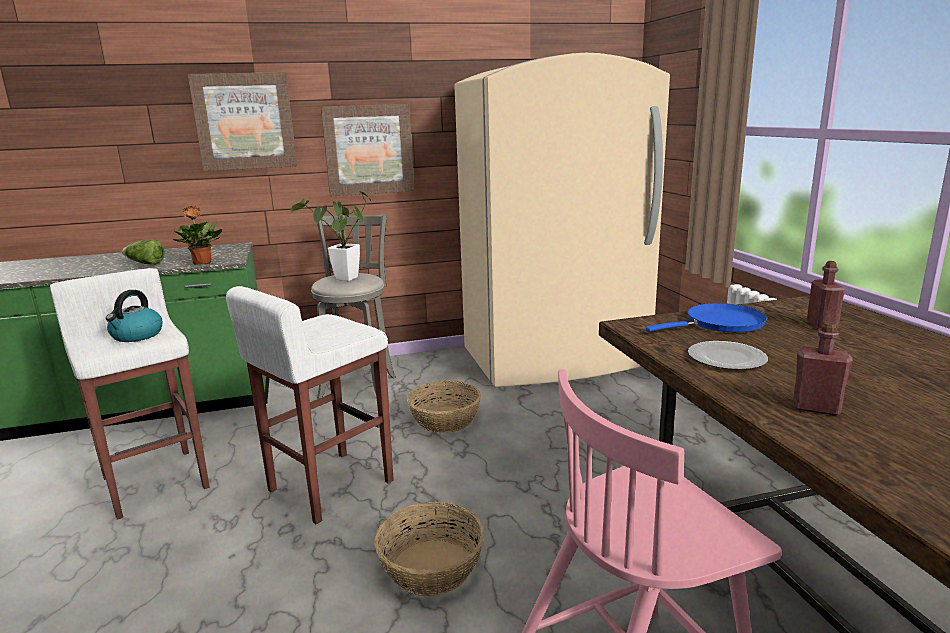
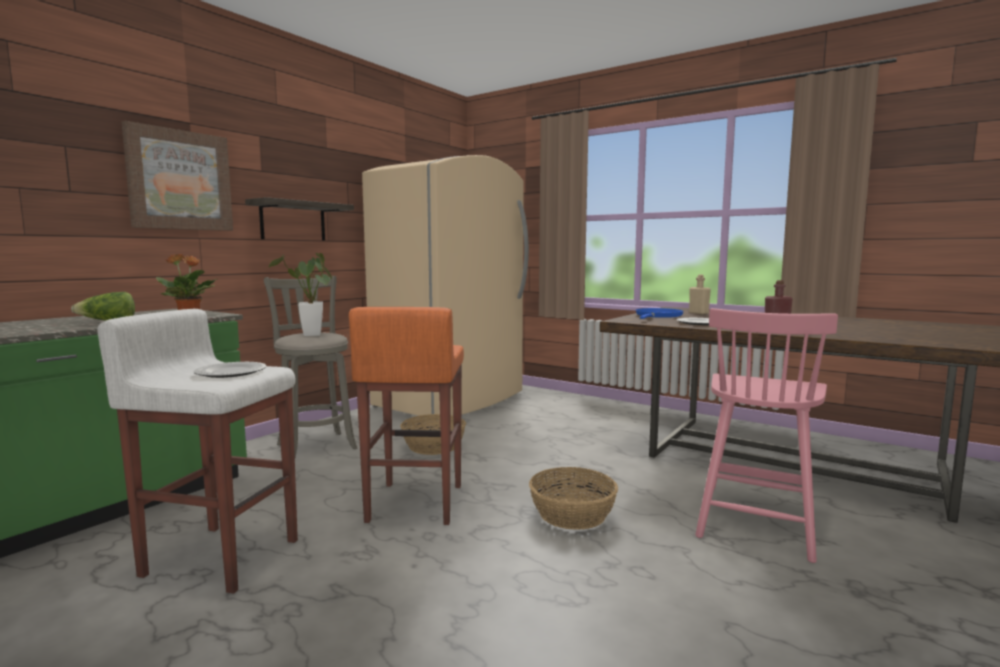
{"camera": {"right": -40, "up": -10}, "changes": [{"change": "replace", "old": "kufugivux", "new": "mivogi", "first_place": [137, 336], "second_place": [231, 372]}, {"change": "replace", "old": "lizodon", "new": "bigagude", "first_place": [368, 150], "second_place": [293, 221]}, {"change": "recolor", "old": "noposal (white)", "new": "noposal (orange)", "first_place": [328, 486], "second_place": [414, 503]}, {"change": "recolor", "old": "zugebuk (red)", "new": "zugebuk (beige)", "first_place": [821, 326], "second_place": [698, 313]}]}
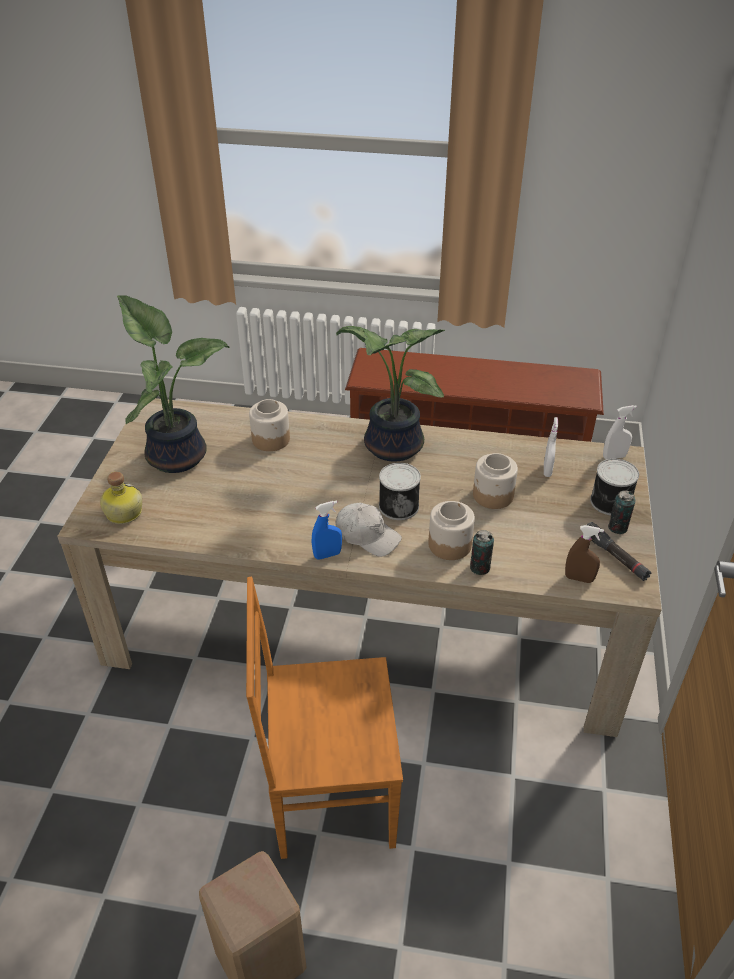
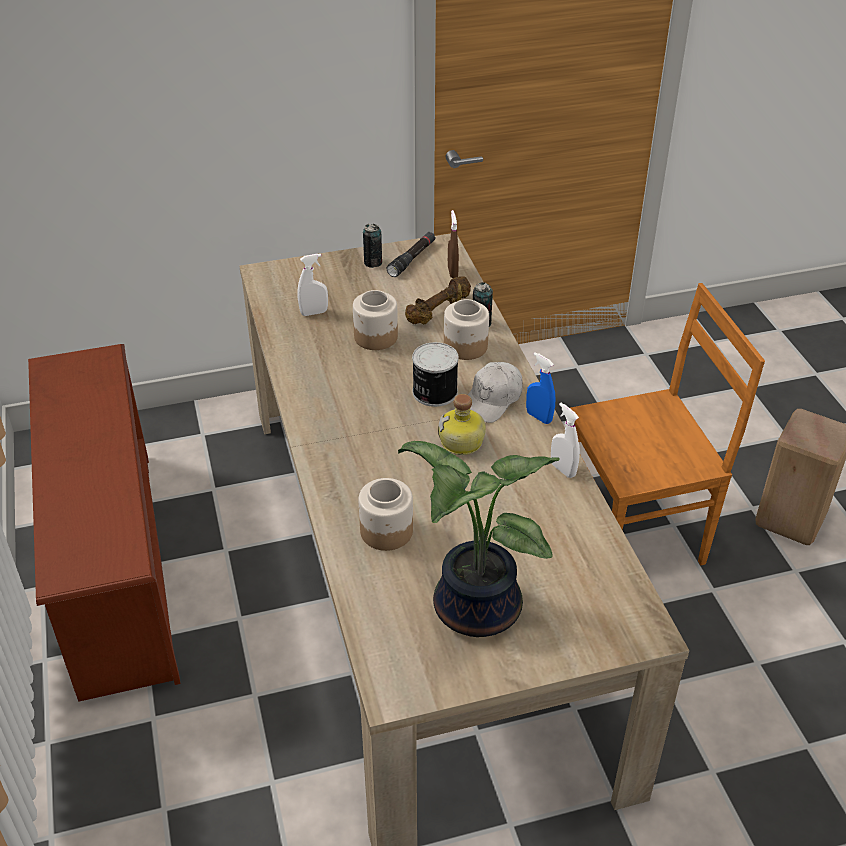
{"camera": {"right": -115, "up": 0}, "changes": [{"change": "delete", "old": "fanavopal", "first_place": [390, 447]}, {"change": "delete", "old": "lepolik", "first_place": [611, 502]}, {"change": "insert", "new": "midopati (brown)", "second_place": [439, 311]}, {"change": "move", "old": "zugebuk", "first_place": [122, 513], "second_place": [462, 443]}, {"change": "move", "old": "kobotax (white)", "first_place": [614, 457], "second_place": [563, 469]}, {"change": "rotate", "old": "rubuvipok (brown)", "first_place": [329, 794], "second_place": [636, 531], "degrees": -75}, {"change": "rotate", "old": "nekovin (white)", "first_place": [367, 535], "second_place": [492, 399], "degrees": -150}]}
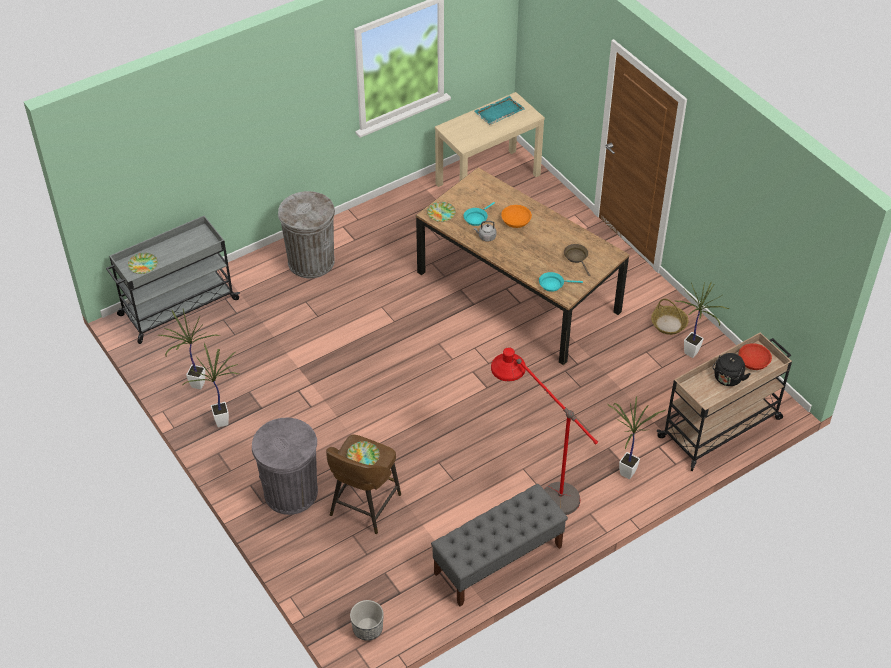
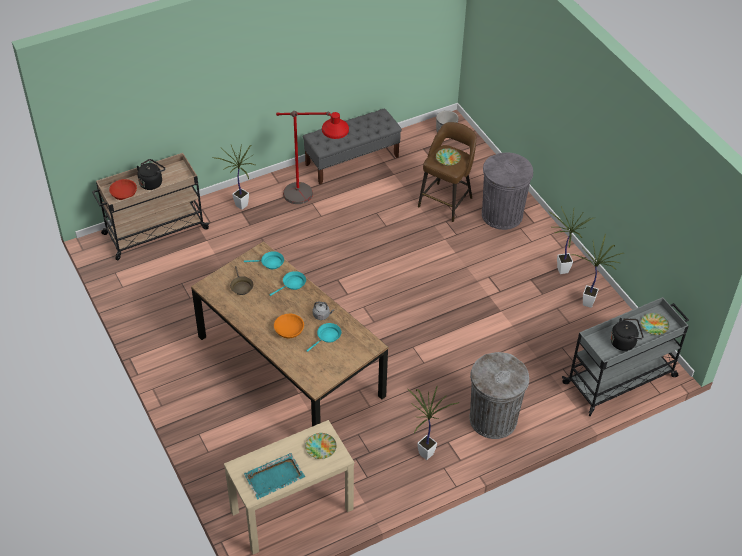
{"camera": {"right": -175, "up": 0}, "changes": [{"change": "delete", "old": "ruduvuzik", "first_place": [669, 324]}, {"change": "insert", "new": "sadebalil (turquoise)", "second_place": [292, 284]}, {"change": "insert", "new": "kufugivux (black)", "second_place": [624, 342]}, {"change": "move", "old": "mivogi", "first_place": [441, 213], "second_place": [320, 447]}, {"change": "move", "old": "fanavopal", "first_place": [692, 355], "second_place": [425, 452]}]}
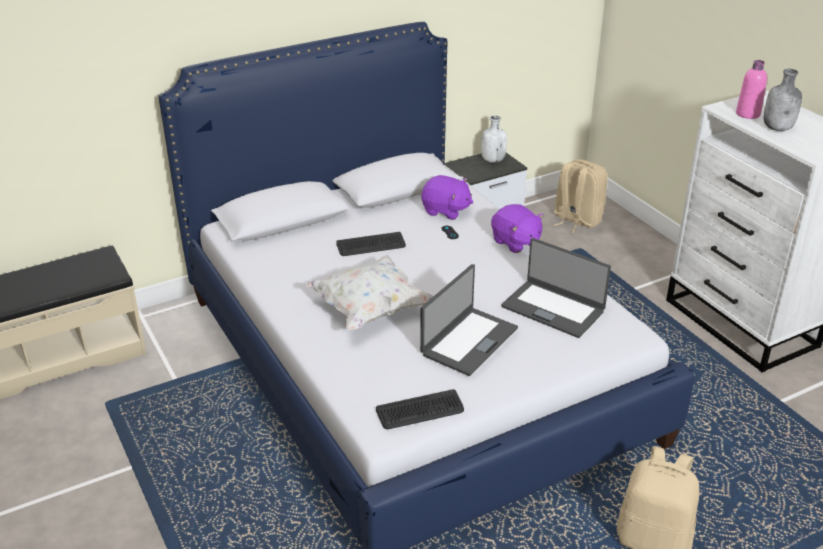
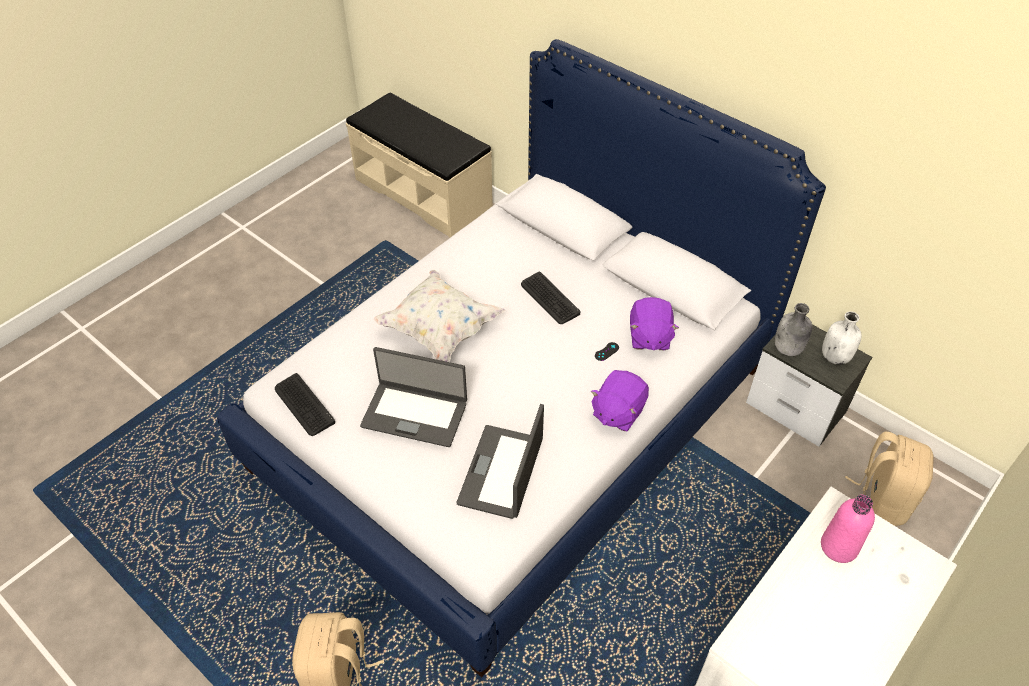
{"camera": {"right": 70, "up": 15}, "changes": [{"change": "move", "old": "zugebuk (grey)", "first_place": [778, 128], "second_place": [788, 349]}]}
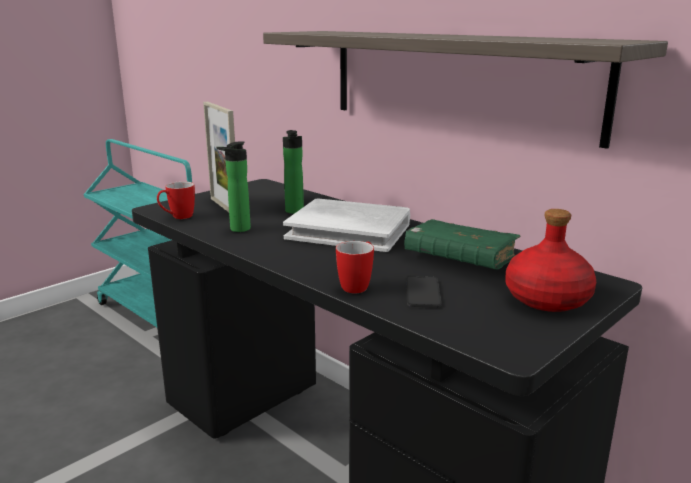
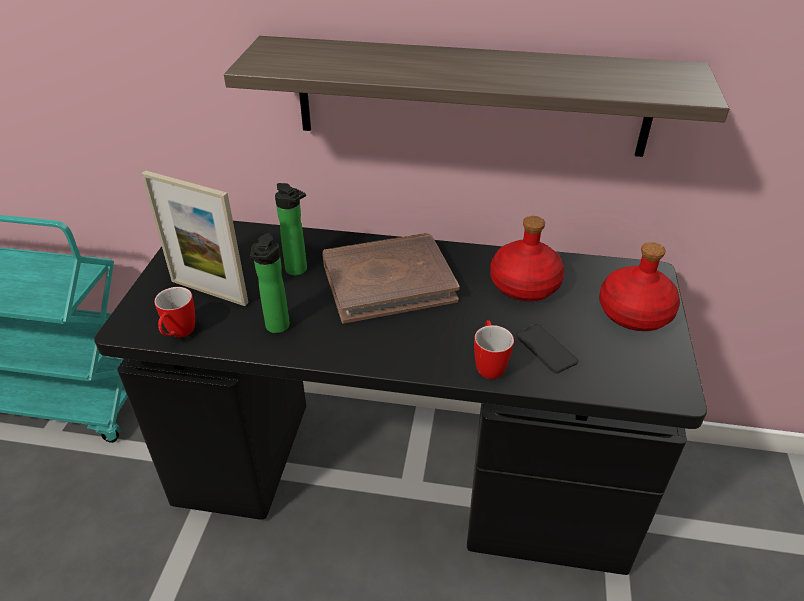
{"camera": {"right": -35, "up": 20}, "changes": [{"change": "replace", "old": "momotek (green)", "new": "zugebuk (red)", "first_place": [460, 258], "second_place": [523, 285]}, {"change": "recolor", "old": "momotek (white)", "new": "momotek (brown)", "first_place": [349, 230], "second_place": [388, 281]}]}
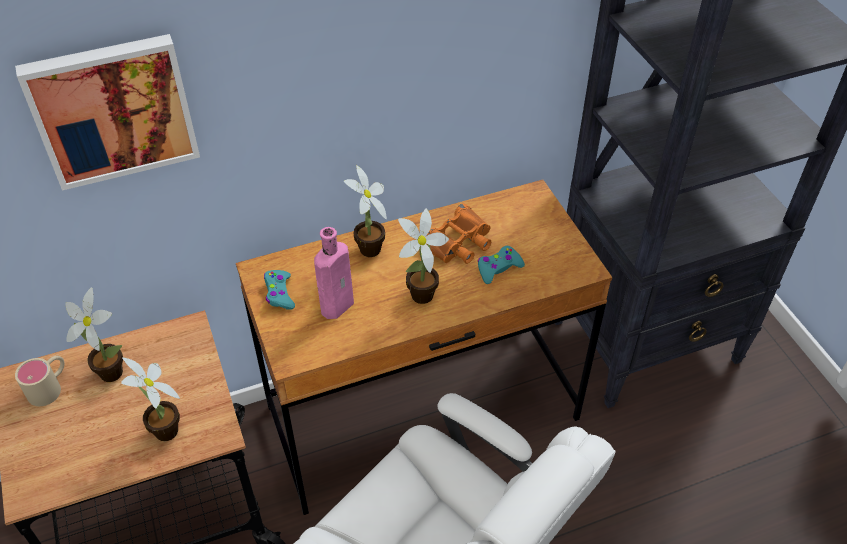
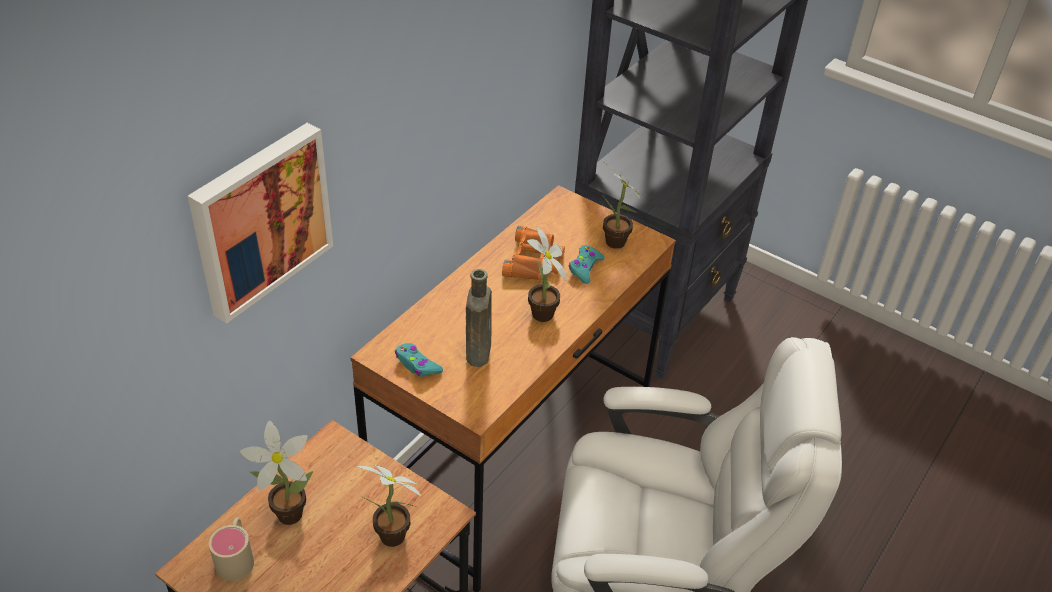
{"camera": {"right": -35, "up": -5}, "changes": [{"change": "move", "old": "fanavopal", "first_place": [368, 252], "second_place": [616, 244]}, {"change": "recolor", "old": "zugebuk (pink)", "new": "zugebuk (brown)", "first_place": [339, 304], "second_place": [478, 351]}]}
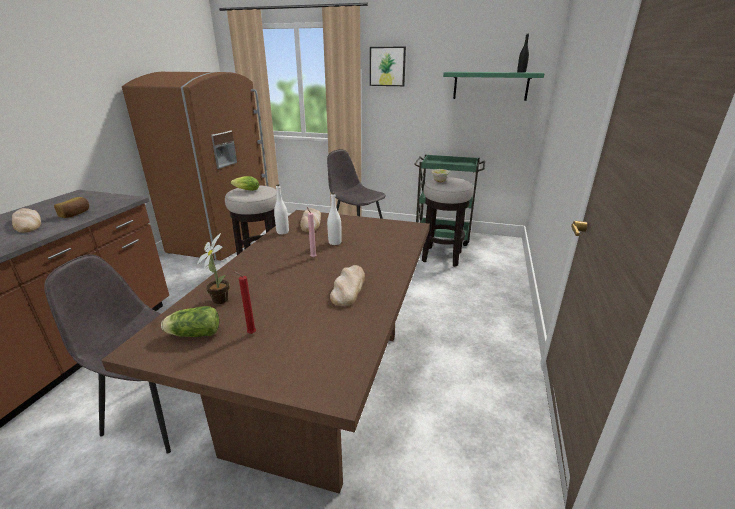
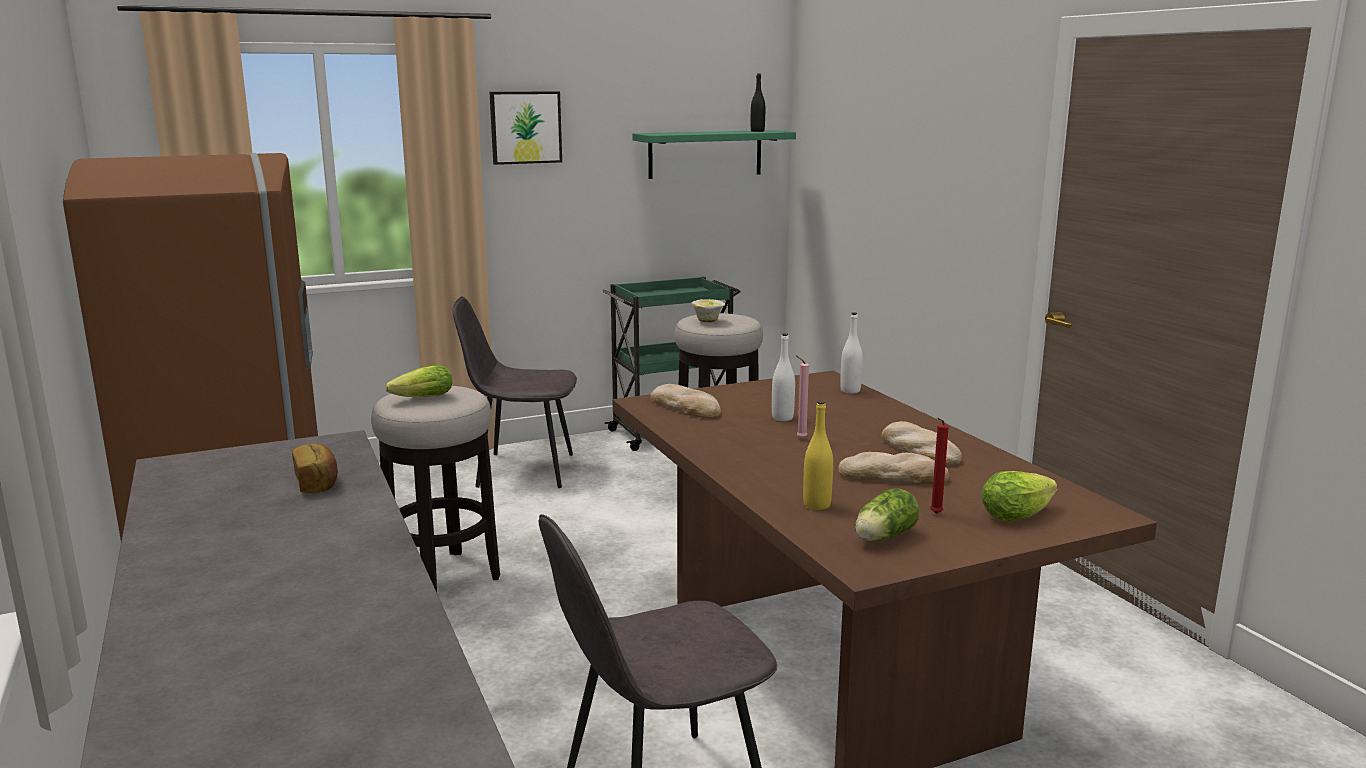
{"camera": {"right": -40, "up": -10}, "changes": [{"change": "insert", "new": "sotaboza", "second_place": [1020, 513]}, {"change": "move", "old": "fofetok", "first_place": [28, 223], "second_place": [893, 476]}, {"change": "move", "old": "zugebuk (white)", "first_place": [282, 232], "second_place": [850, 391]}, {"change": "replace", "old": "fanavopal", "new": "zugebuk (yellow)", "first_place": [220, 298], "second_place": [817, 505]}]}
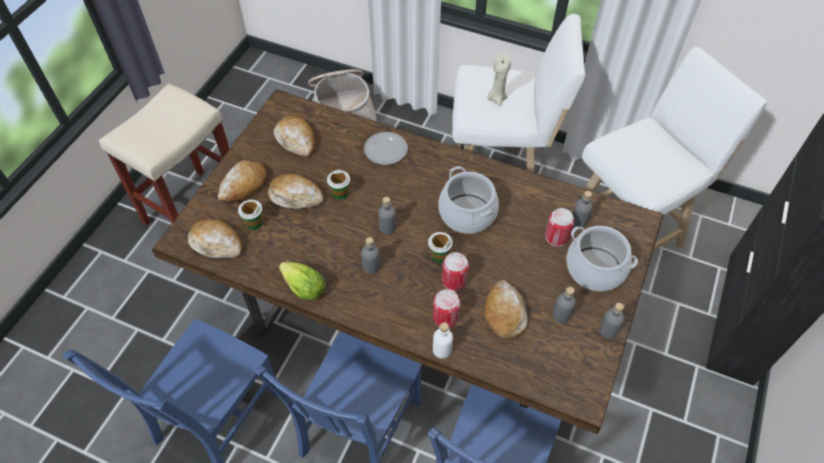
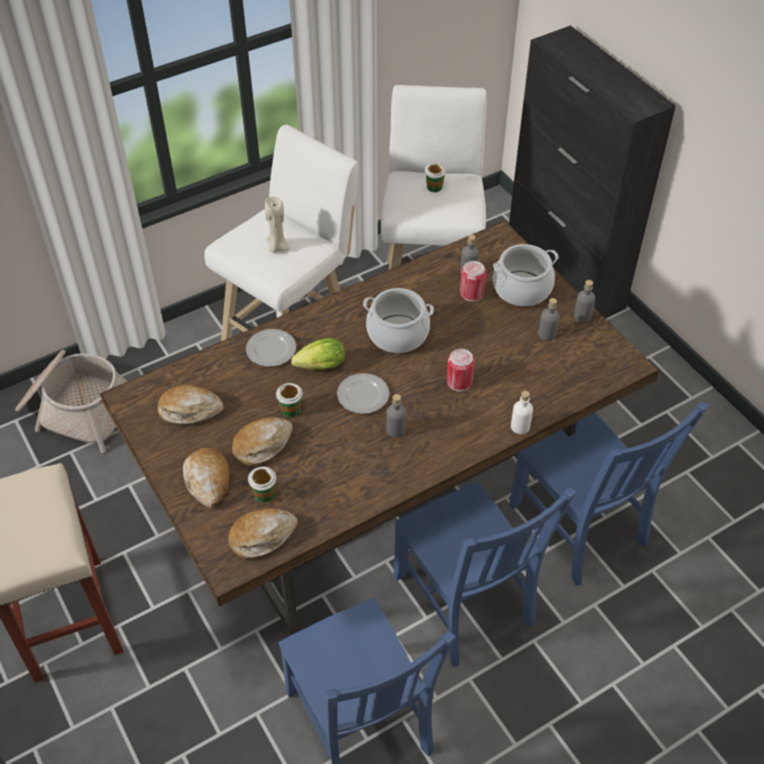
{"camera": {"right": -55, "up": -5}, "changes": [{"change": "delete", "old": "lepolik", "first_place": [445, 317]}, {"change": "delete", "old": "fofetok", "first_place": [504, 313]}, {"change": "move", "old": "sotaboza", "first_place": [302, 287], "second_place": [318, 367]}, {"change": "move", "old": "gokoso", "first_place": [439, 255], "second_place": [434, 187]}, {"change": "replace", "old": "zugebuk (grey)", "new": "mivogi", "first_place": [387, 227], "second_place": [362, 396]}]}
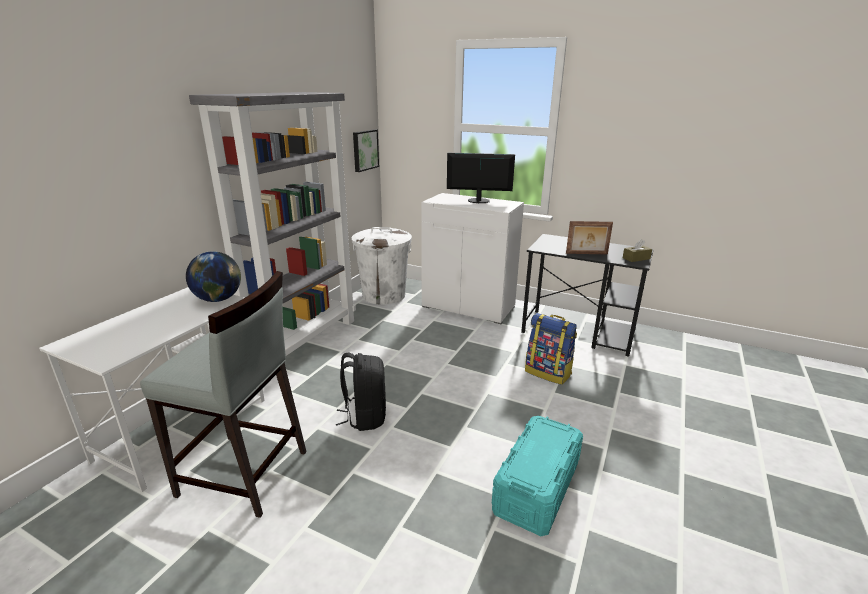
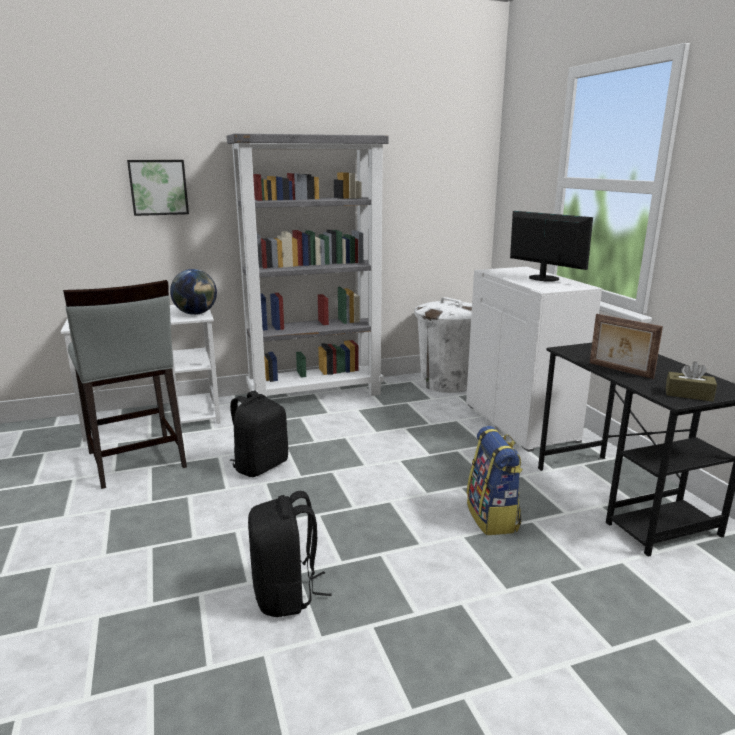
{"camera": {"right": 45, "up": -5}, "changes": [{"change": "move", "old": "lizodon", "first_place": [364, 150], "second_place": [158, 187]}, {"change": "replace", "old": "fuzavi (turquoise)", "new": "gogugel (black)", "first_place": [537, 487], "second_place": [286, 594]}]}
